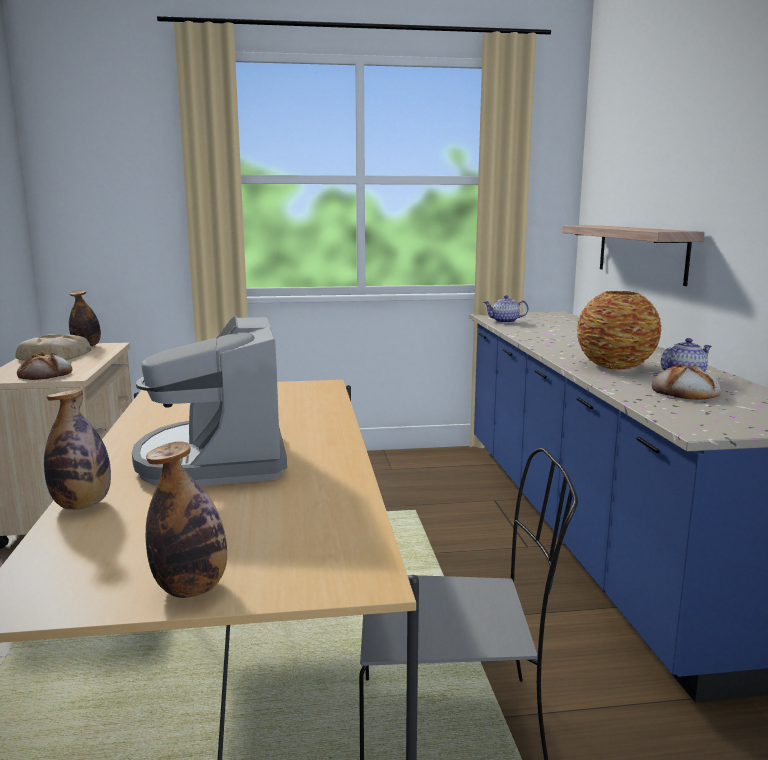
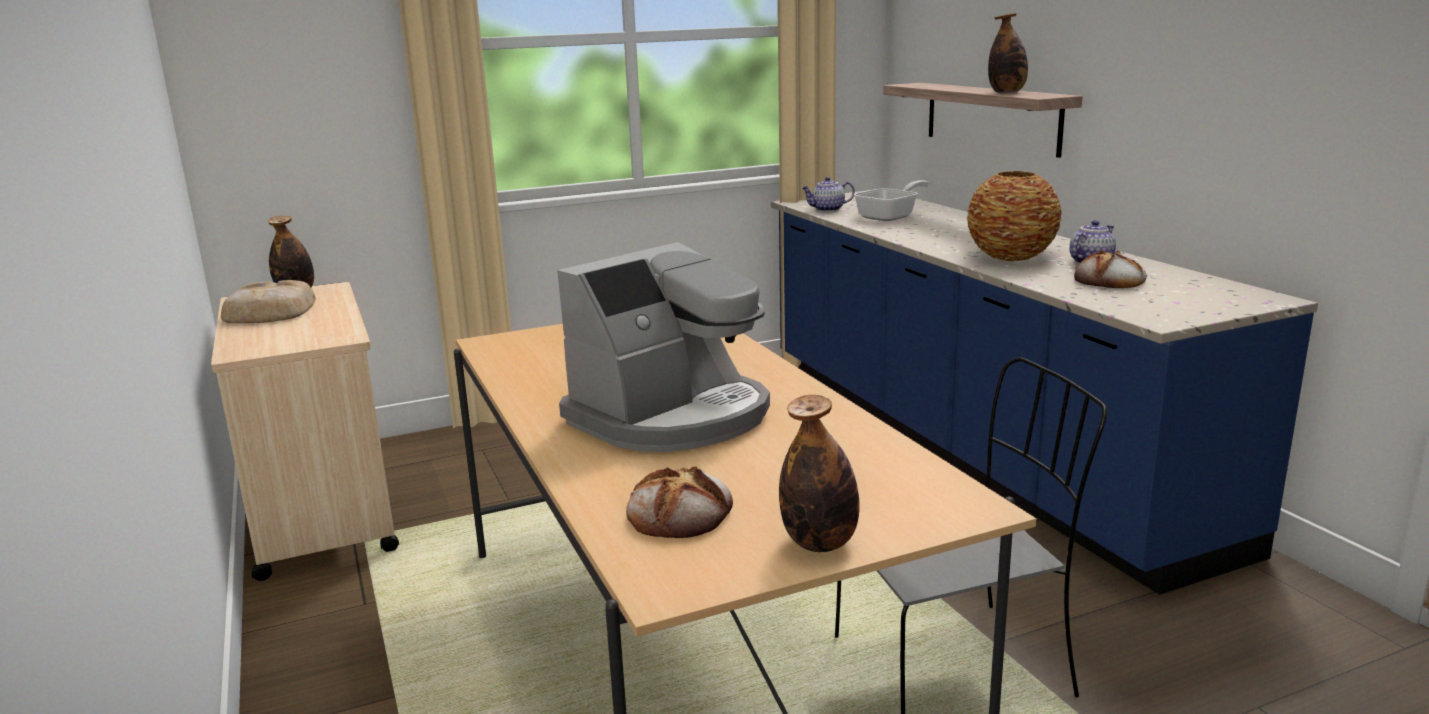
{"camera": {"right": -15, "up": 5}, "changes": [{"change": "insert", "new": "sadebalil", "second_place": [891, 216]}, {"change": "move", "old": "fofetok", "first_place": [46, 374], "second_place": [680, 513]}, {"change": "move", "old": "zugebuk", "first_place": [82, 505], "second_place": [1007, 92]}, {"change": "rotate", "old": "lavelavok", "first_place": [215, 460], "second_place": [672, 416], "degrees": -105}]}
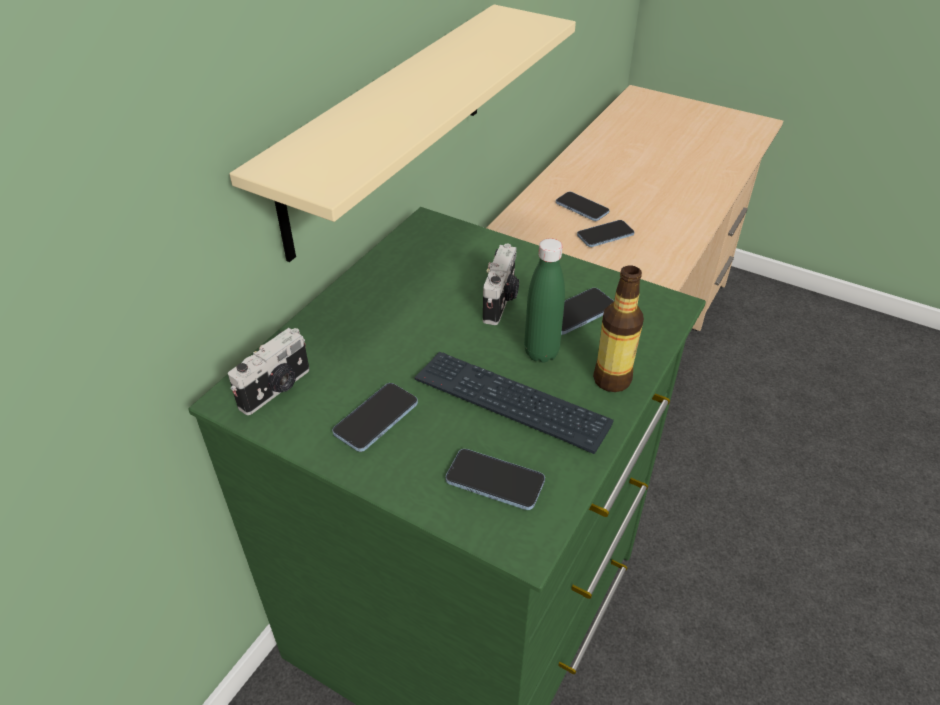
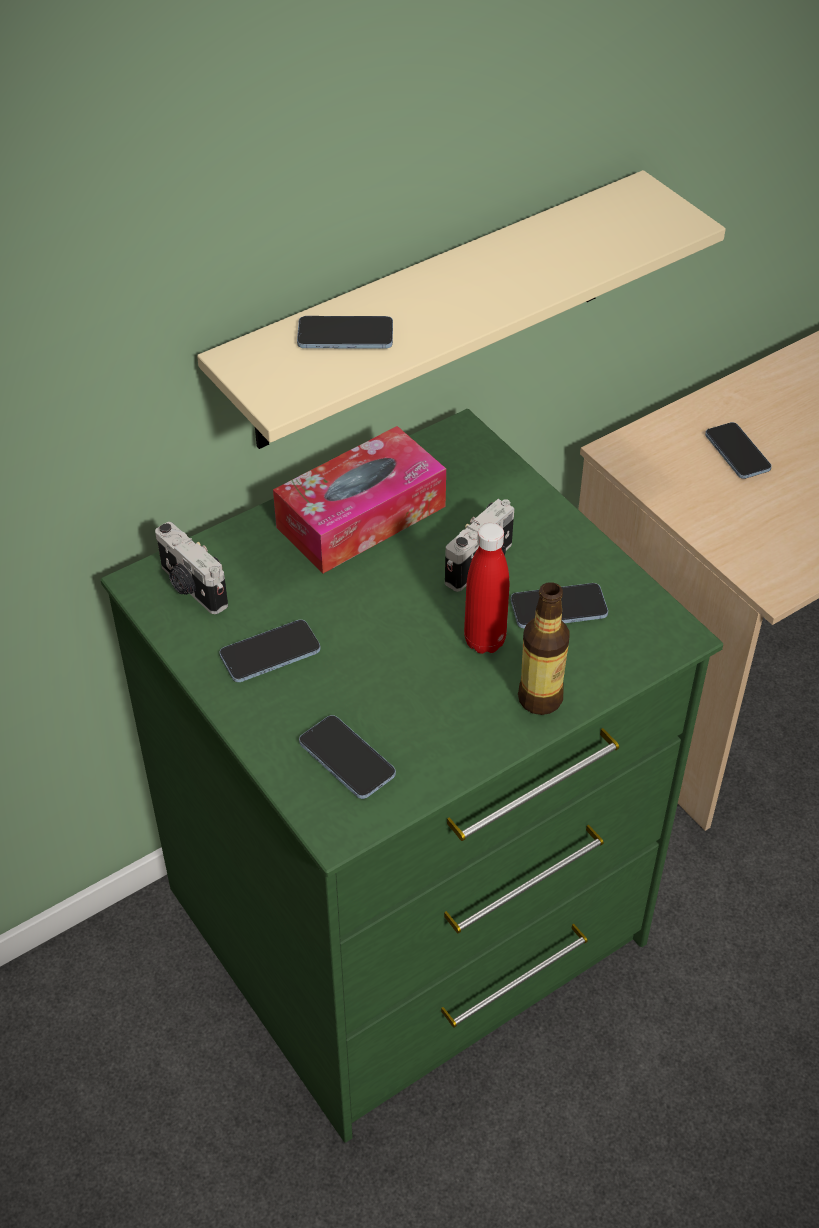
{"camera": {"right": 25, "up": 5}, "changes": [{"change": "delete", "old": "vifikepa", "first_place": [511, 403]}, {"change": "insert", "new": "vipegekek", "second_place": [361, 517]}, {"change": "move", "old": "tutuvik", "first_place": [605, 235], "second_place": [345, 335]}, {"change": "recolor", "old": "zugebuk (green)", "new": "zugebuk (red)", "first_place": [541, 352], "second_place": [484, 641]}, {"change": "rotate", "old": "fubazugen", "first_place": [277, 389], "second_place": [191, 587], "degrees": 75}]}
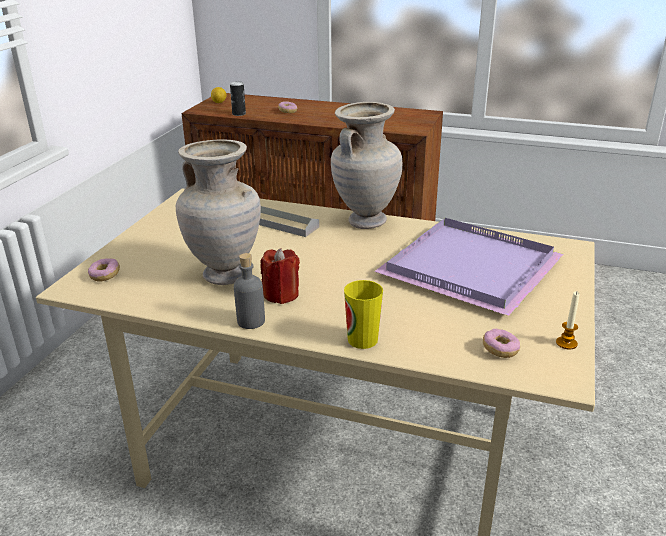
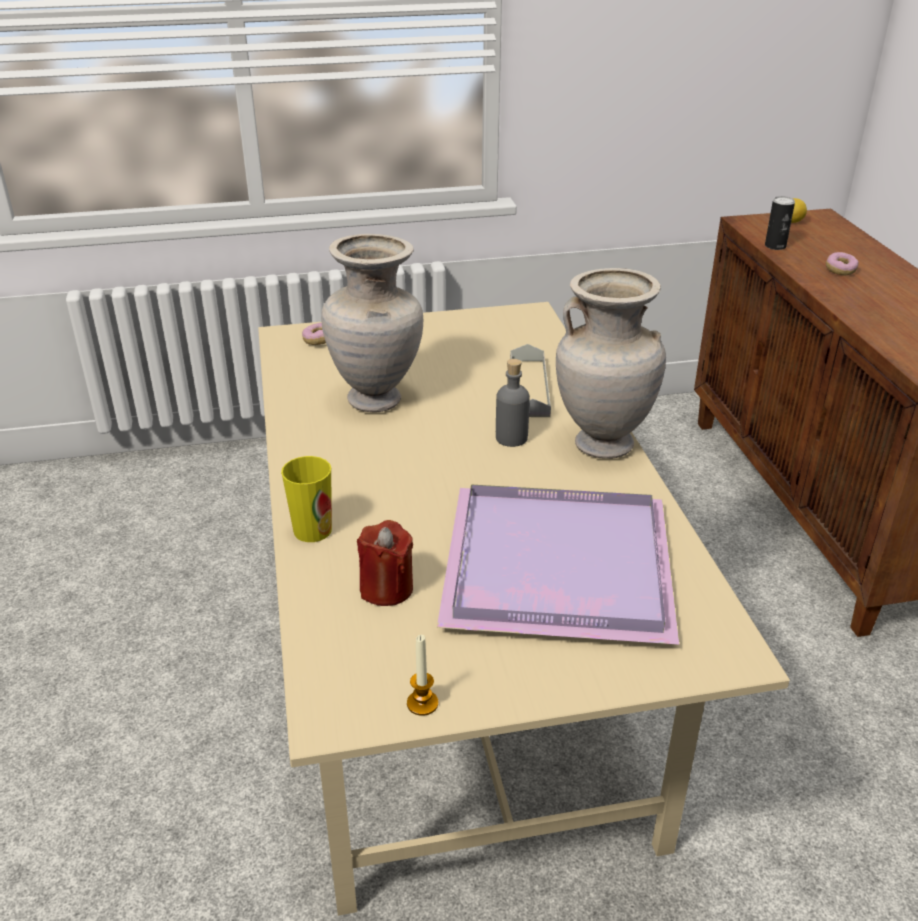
{"camera": {"right": 60, "up": 5}, "changes": [{"change": "delete", "old": "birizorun", "first_place": [500, 350]}, {"change": "move", "old": "zugebuk (grey)", "first_place": [251, 321], "second_place": [511, 438]}, {"change": "move", "old": "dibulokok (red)", "first_place": [281, 294], "second_place": [386, 588]}]}
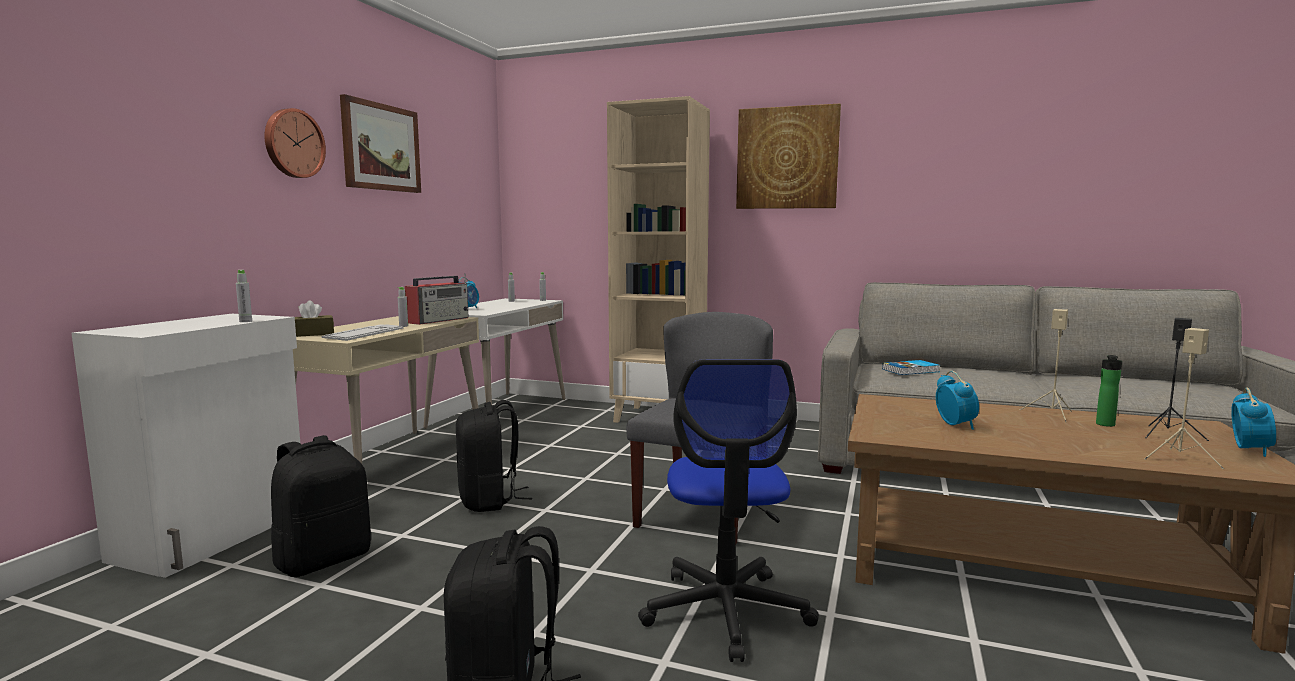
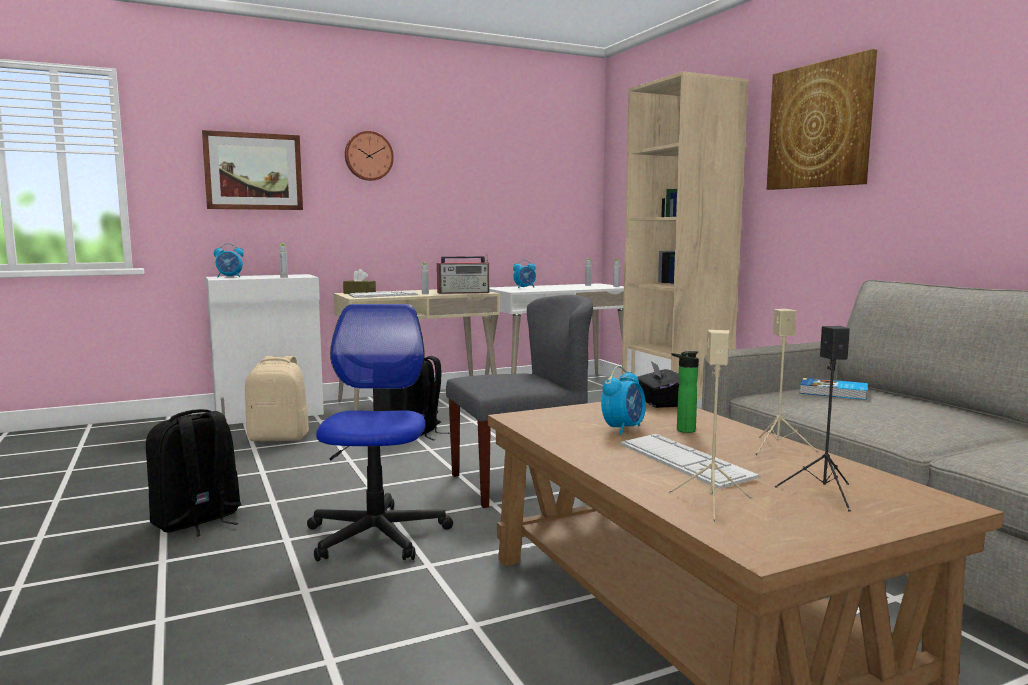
{"camera": {"right": 45, "up": 0}, "changes": [{"change": "insert", "new": "vifikepa", "second_place": [684, 461]}, {"change": "insert", "new": "vipegekek (black)", "second_place": [658, 402]}, {"change": "move", "old": "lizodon", "first_place": [381, 147], "second_place": [253, 171]}, {"change": "move", "old": "zugebuk", "first_place": [1105, 425], "second_place": [683, 430]}, {"change": "move", "old": "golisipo", "first_place": [1249, 450], "second_place": [229, 277]}, {"change": "recolor", "old": "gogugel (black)", "new": "gogugel (beige)", "first_place": [324, 560], "second_place": [279, 438]}, {"change": "rotate", "old": "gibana", "first_place": [726, 611], "second_place": [377, 535], "degrees": 135}]}
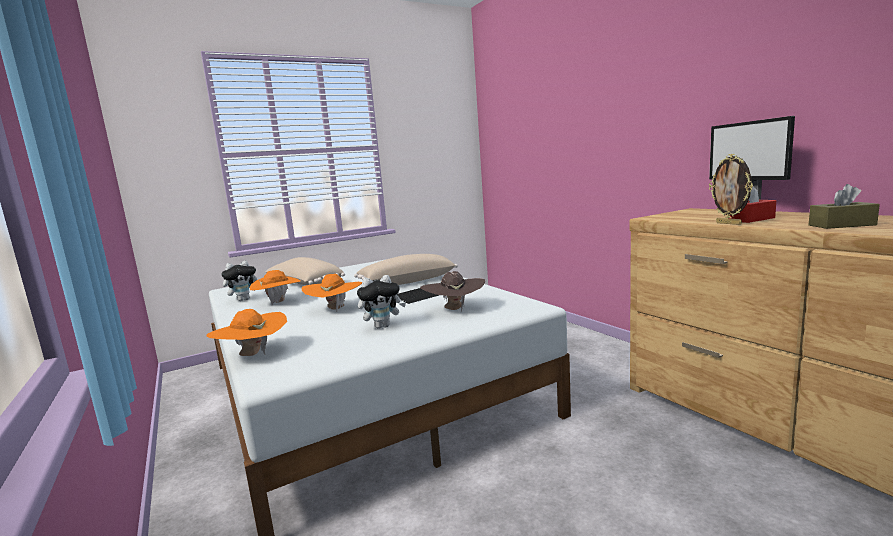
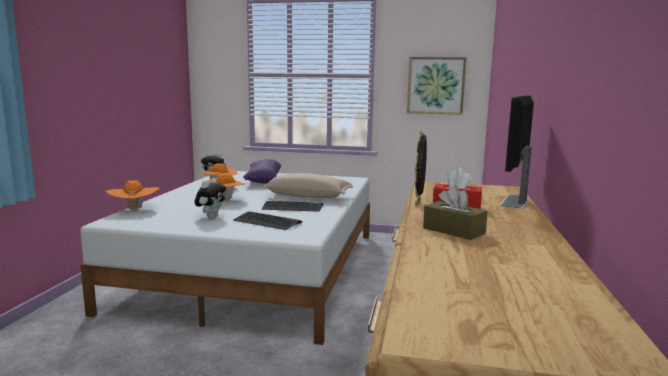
{"camera": {"right": 40, "up": 0}, "changes": [{"change": "insert", "new": "lizodon", "second_place": [436, 85]}, {"change": "replace", "old": "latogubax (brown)", "new": "vifikepa", "first_place": [454, 310], "second_place": [267, 222]}, {"change": "recolor", "old": "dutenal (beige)", "new": "dutenal (purple)", "first_place": [305, 284], "second_place": [262, 180]}, {"change": "rotate", "old": "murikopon", "first_place": [383, 326], "second_place": [211, 217], "degrees": -90}]}
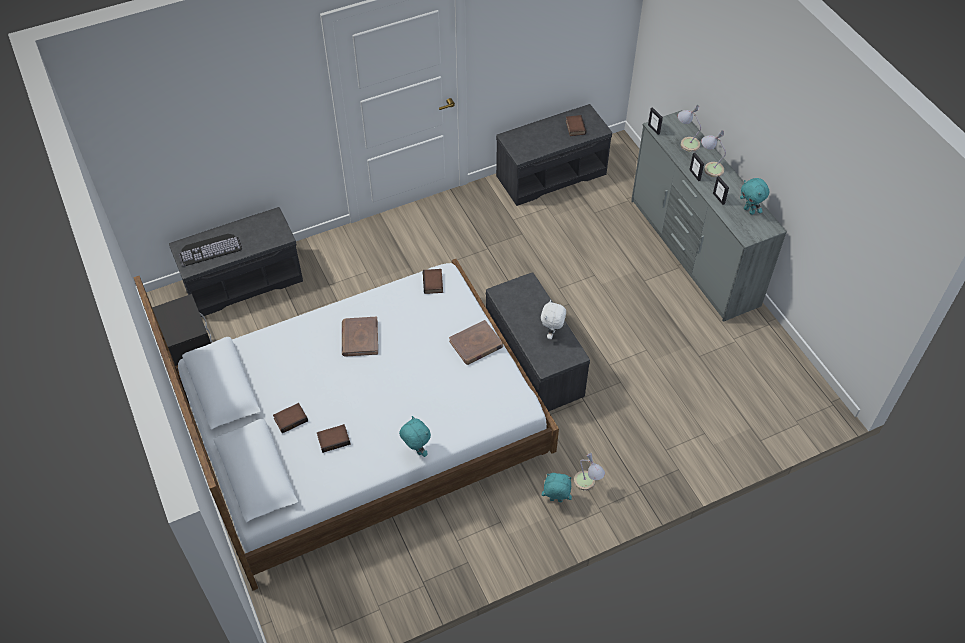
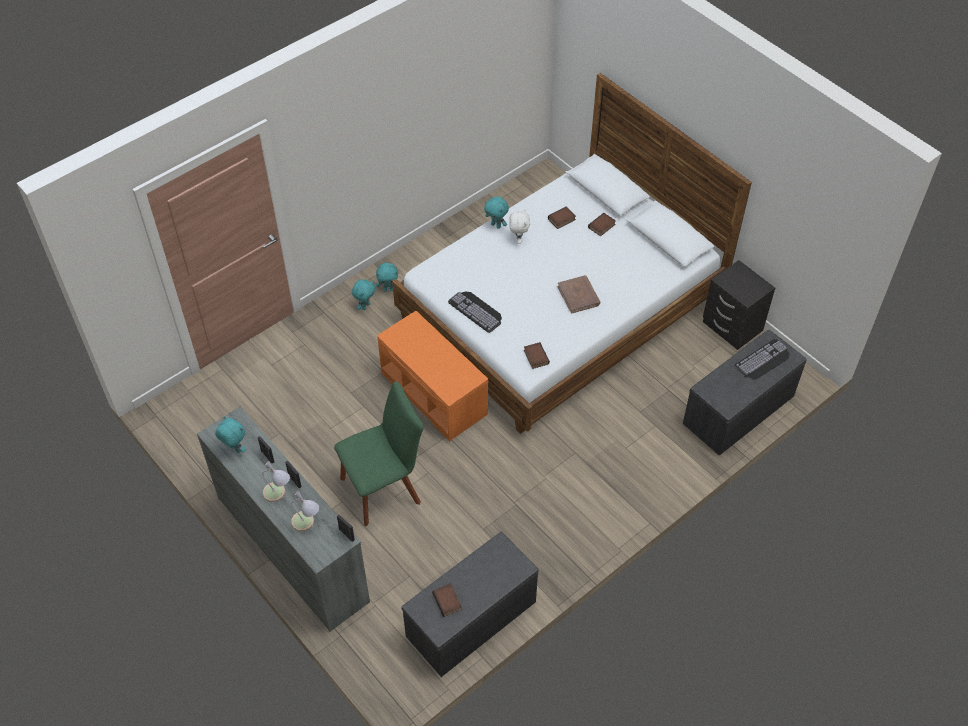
{"camera": {"right": 165, "up": 0}, "changes": [{"change": "insert", "new": "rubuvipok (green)", "second_place": [384, 488]}, {"change": "move", "old": "murikopon (white)", "first_place": [552, 333], "second_place": [518, 239]}, {"change": "replace", "old": "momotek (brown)", "new": "vifikepa", "first_place": [476, 344], "second_place": [477, 310]}, {"change": "replace", "old": "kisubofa", "new": "murikopon (turquoise)", "first_place": [587, 484], "second_place": [365, 306]}, {"change": "recolor", "old": "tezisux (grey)", "new": "tezisux (orange)", "first_place": [532, 362], "second_place": [435, 393]}]}
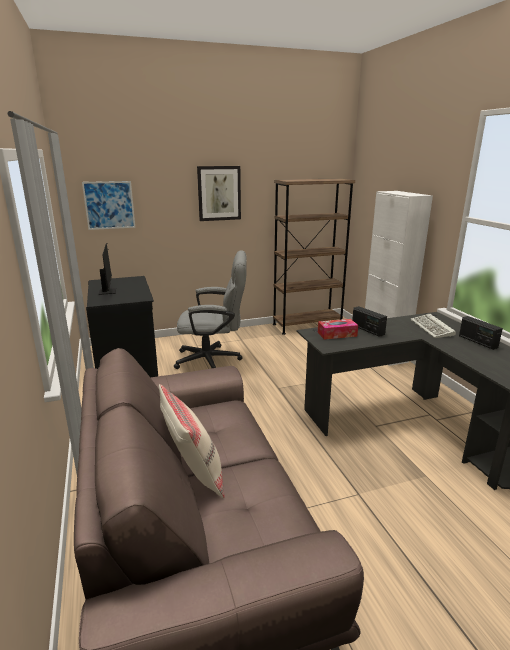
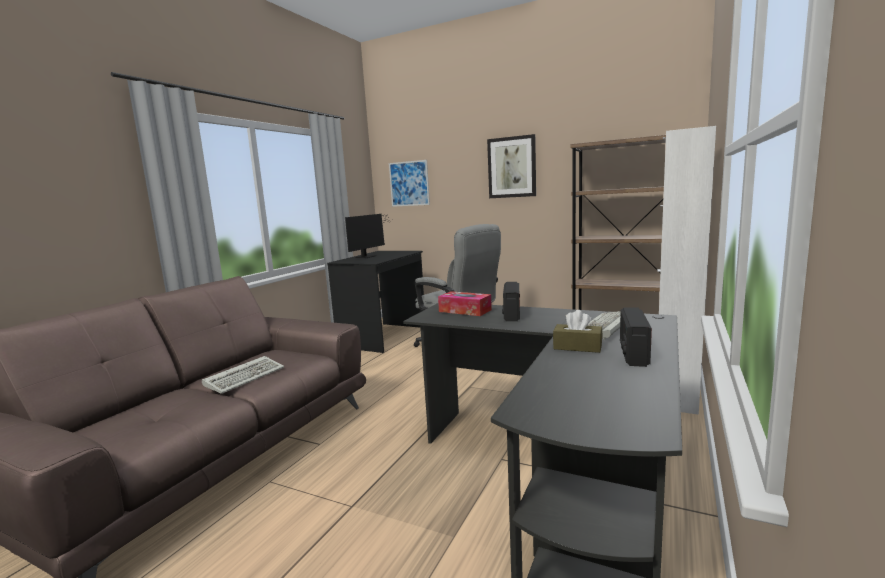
{"camera": {"right": 45, "up": -10}, "changes": [{"change": "delete", "old": "dutenal (beige)", "first_place": [193, 473]}, {"change": "insert", "new": "vifikepa", "second_place": [246, 377]}, {"change": "insert", "new": "vipegekek (brown)", "second_place": [577, 347]}]}
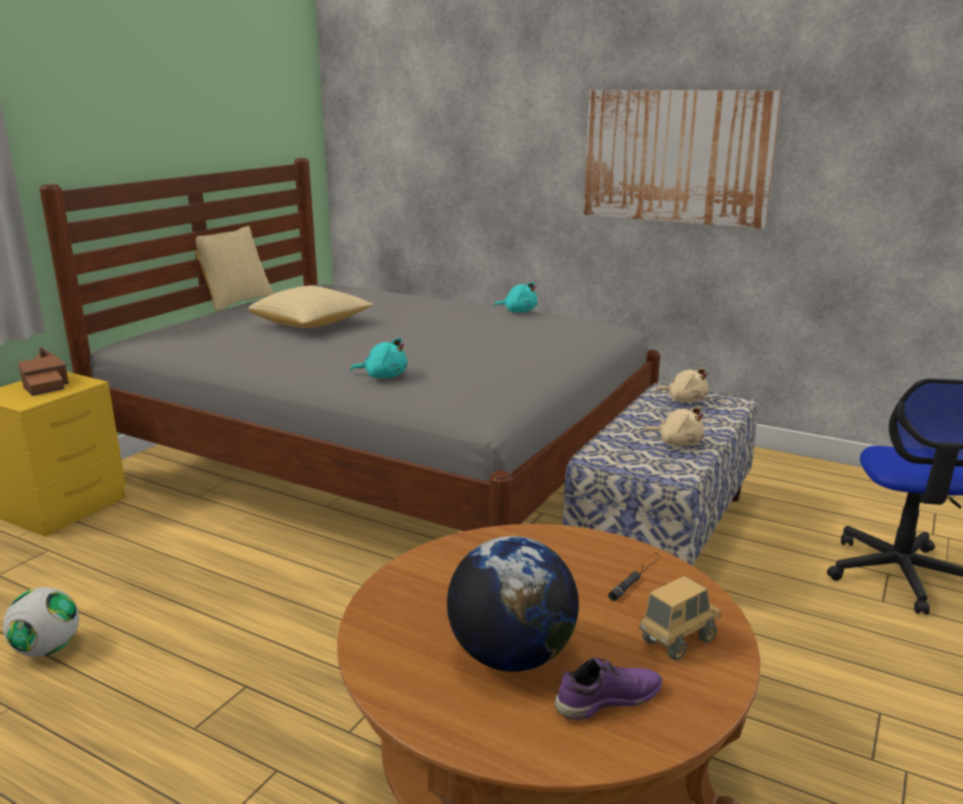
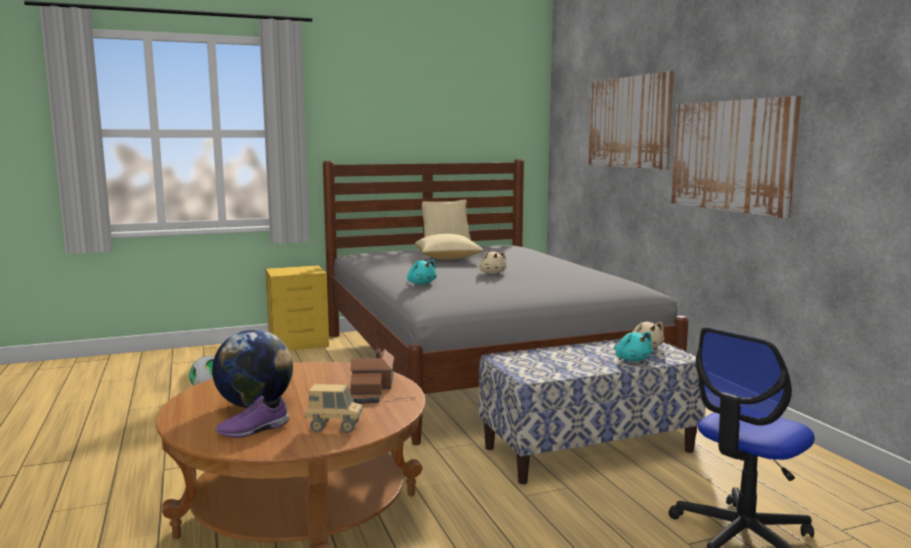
{"camera": {"right": 40, "up": -10}, "changes": [{"change": "insert", "new": "lizodon", "second_place": [629, 122]}, {"change": "move", "old": "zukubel", "first_place": [46, 384], "second_place": [373, 385]}, {"change": "move", "old": "murikopon (turquoise)", "first_place": [518, 311], "second_place": [632, 359]}, {"change": "move", "old": "murikopon (beige)", "first_place": [678, 442], "second_place": [492, 273]}, {"change": "rotate", "old": "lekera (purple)", "first_place": [607, 699], "second_place": [253, 430], "degrees": 135}]}
